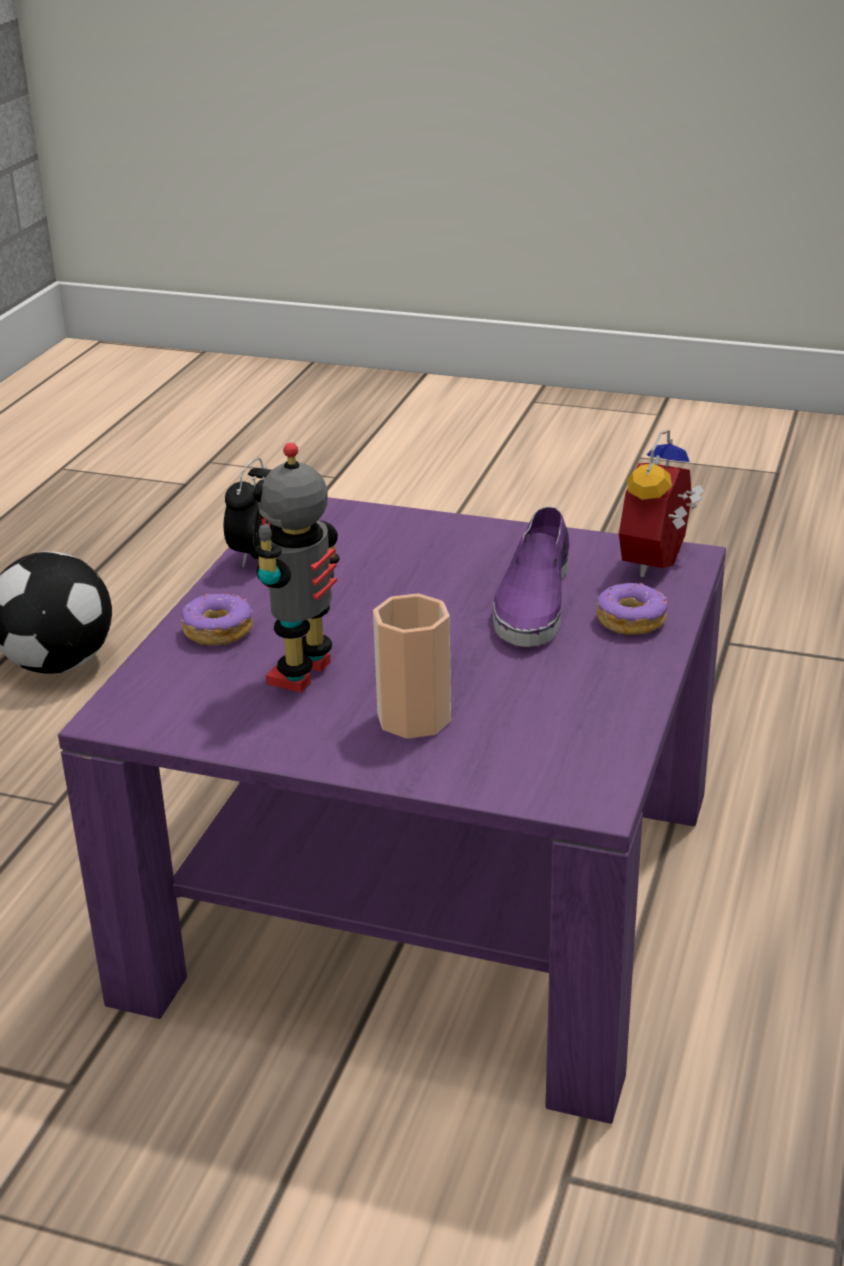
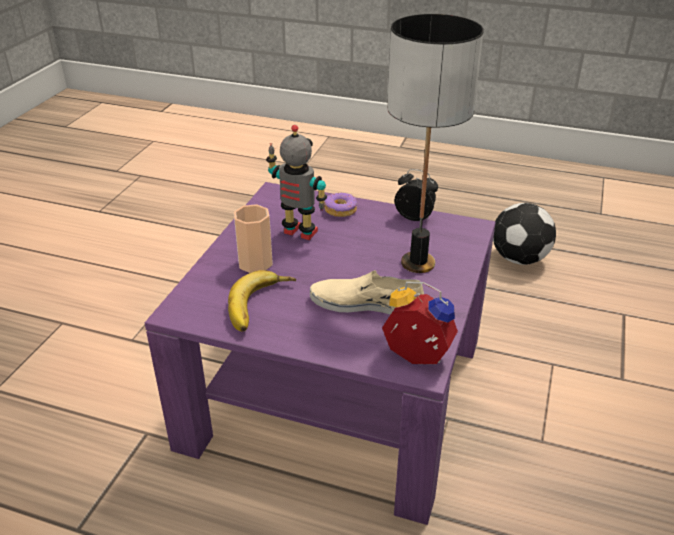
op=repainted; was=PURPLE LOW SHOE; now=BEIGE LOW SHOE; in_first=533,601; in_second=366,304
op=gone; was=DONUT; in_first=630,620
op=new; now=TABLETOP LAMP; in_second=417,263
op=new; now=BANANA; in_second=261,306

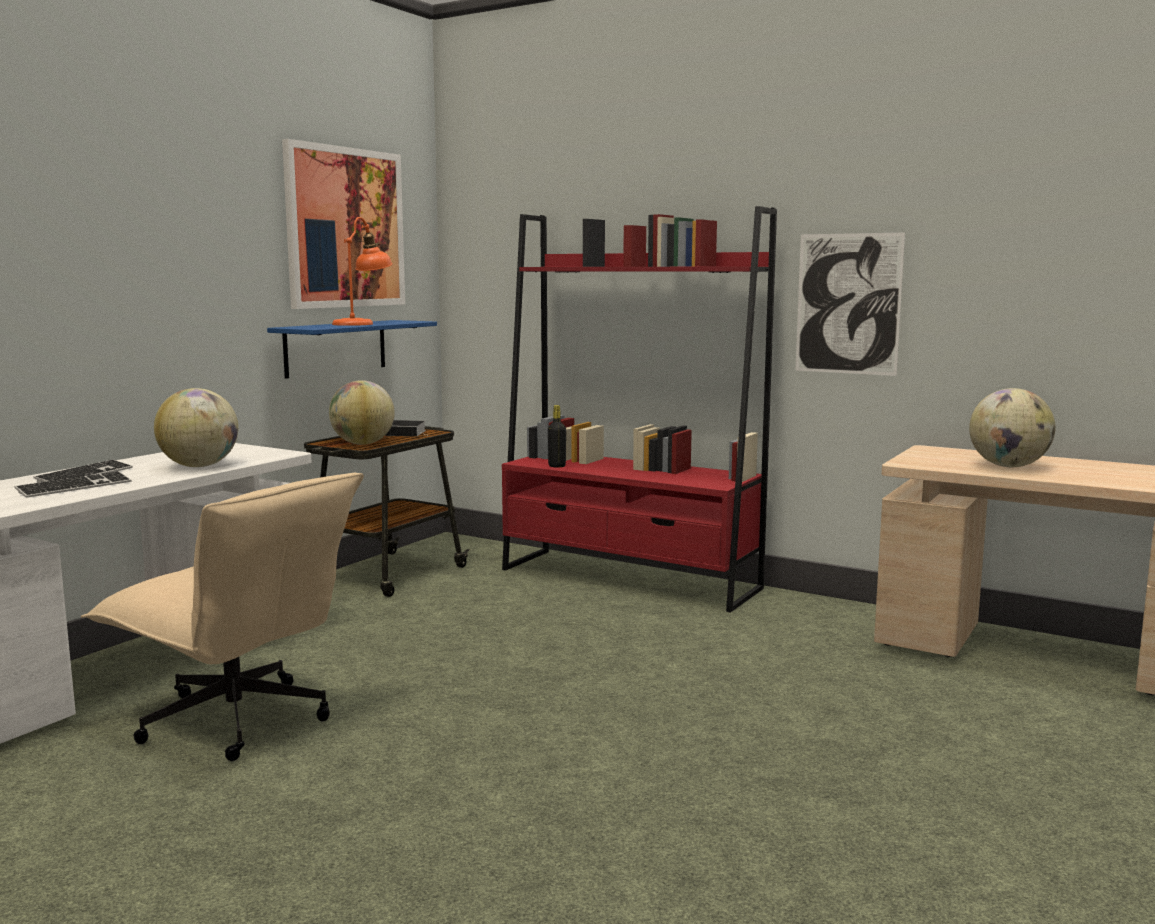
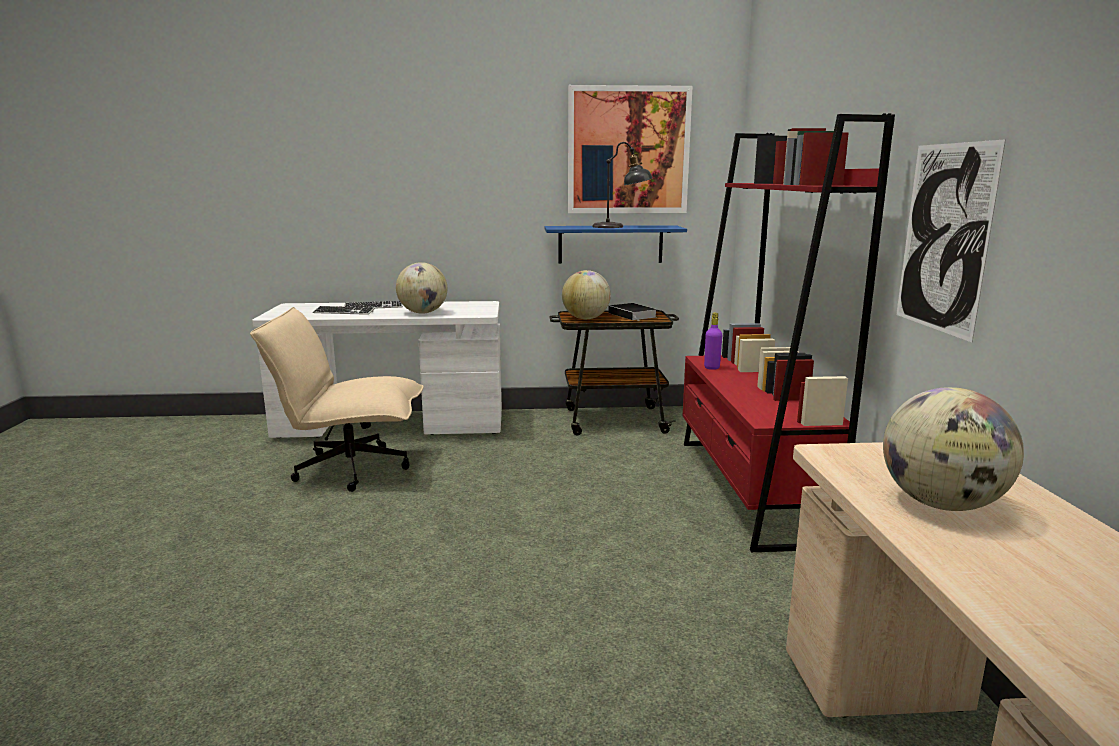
op=repainted; was=ORANGE-COLOURED TABLETOP LAMP; now=GREYISH TABLETOP LAMP; in_first=363,323; in_second=621,226
op=repainted; was=BLACK DRINK BOTTLE; now=PURPLE DRINK BOTTLE; in_first=557,466; in_second=711,367
op=rotated; was=BEIGE COMPUTER CHAIR; in_first=233,719; in_second=353,468; clockwise=90

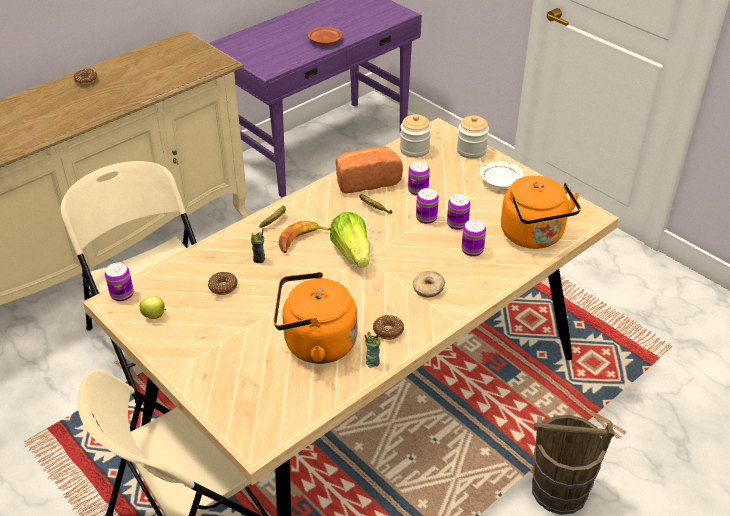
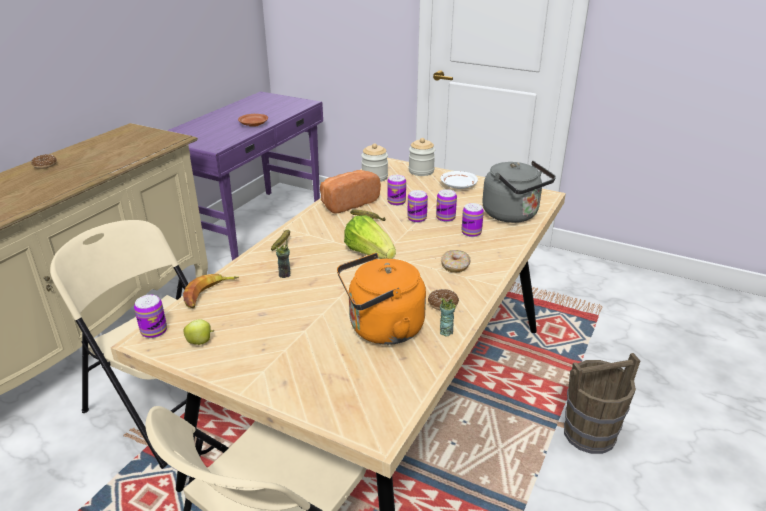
op=repainted; was=ORANGE-COLOURED WATER KETTLE; now=GREYISH WATER KETTLE; in_first=534,236; in_second=513,215
op=shifted; was=BANANA; in_first=302,240; in_second=209,294
op=gone; was=DONUT; in_first=223,287

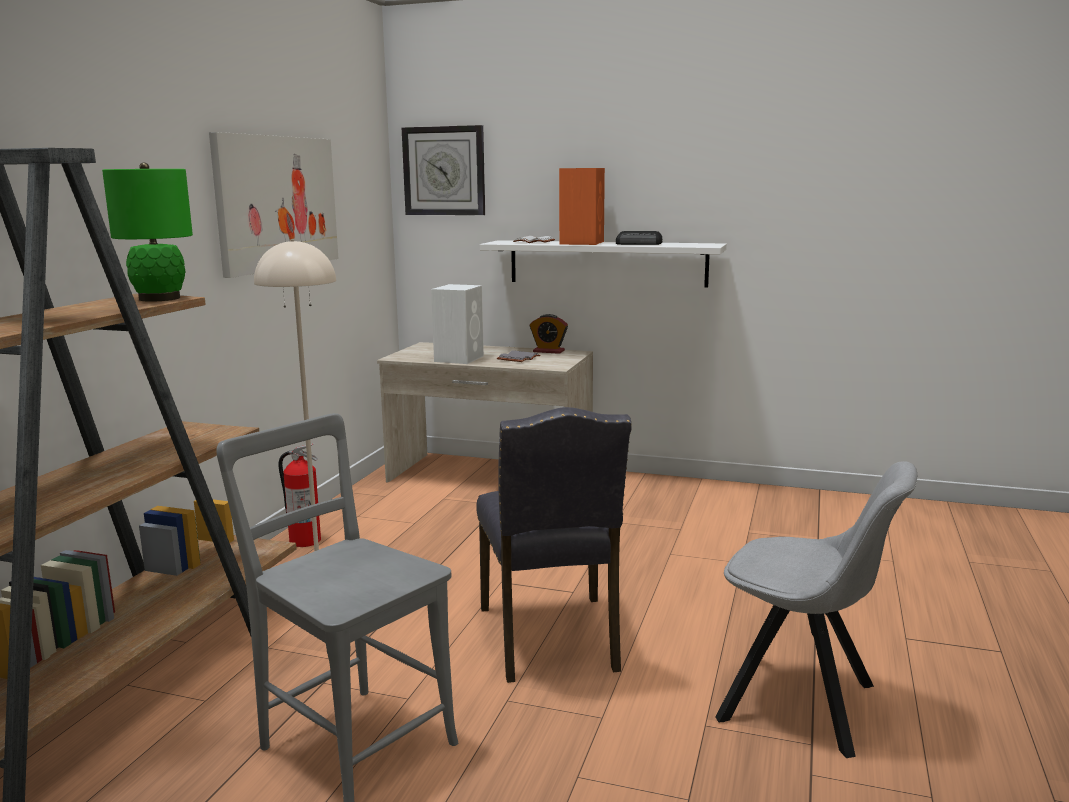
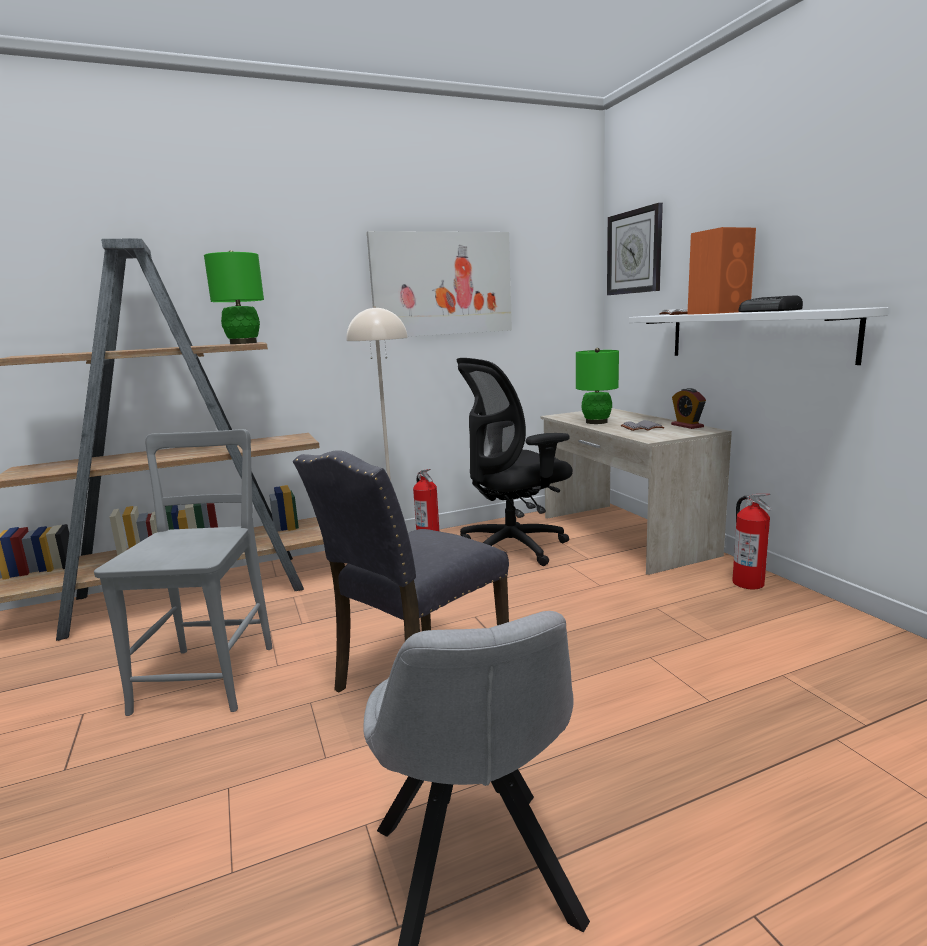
op=swapped; was=WHITISH LOUDSPEAKER; now=GREENISH TABLETOP LAMP; in_first=459,358; in_second=596,422
op=new; now=BLACK COMPUTER CHAIR; in_second=517,545
op=new; now=FIRE-FIGHTING CYLINDER; in_second=748,583

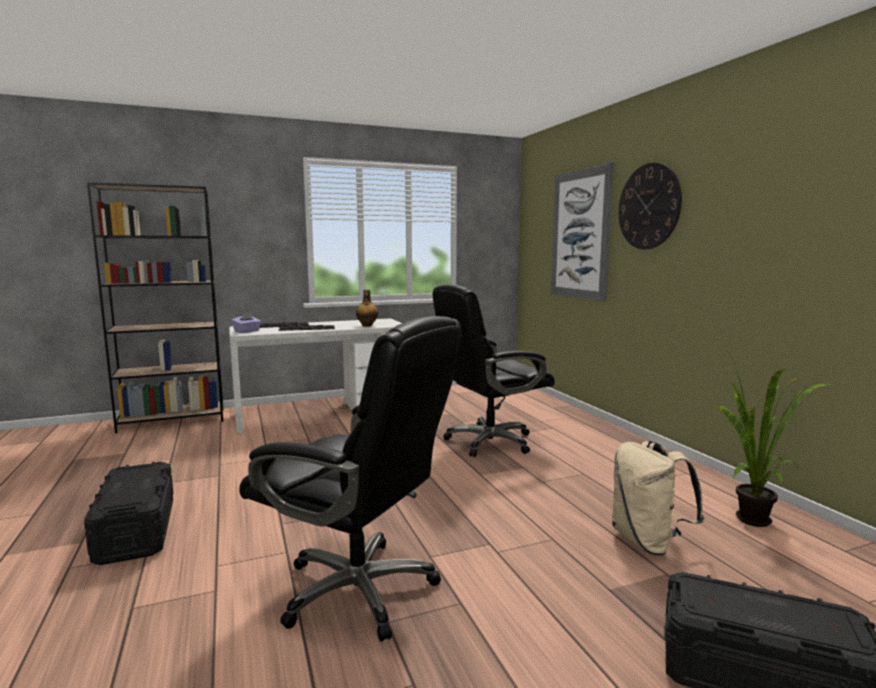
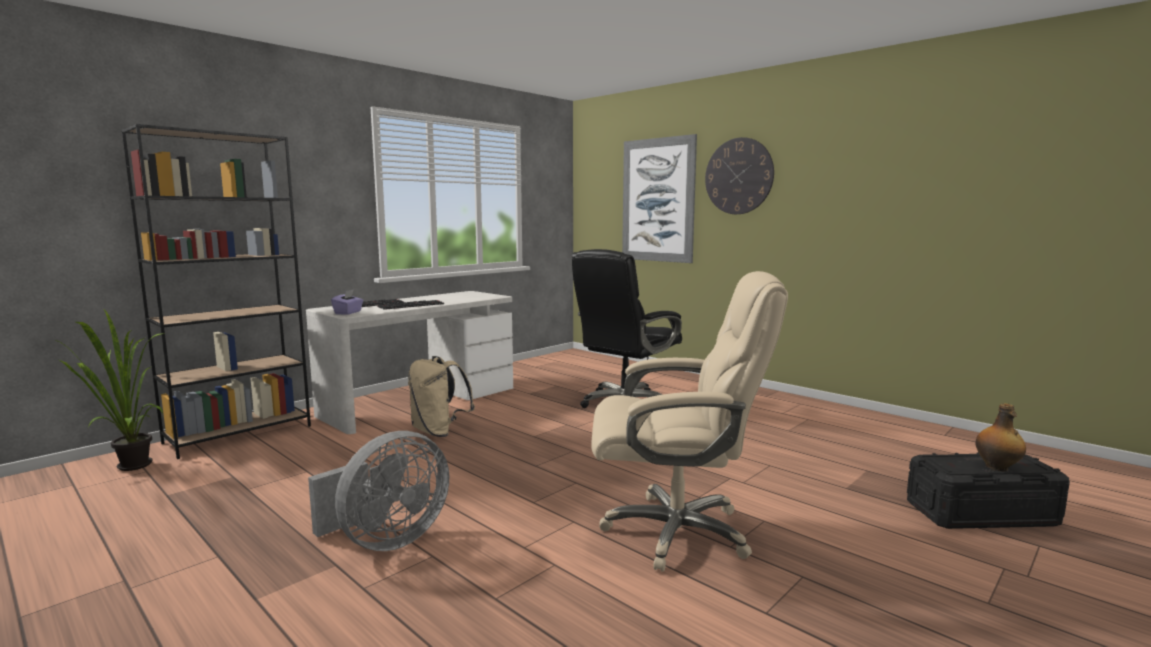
op=shifted; was=DRINK BOTTLE; in_first=367,325; in_second=997,467
op=repainted; was=BLACK COMPUTER CHAIR; now=BEIGE COMPUTER CHAIR; in_first=355,588; in_second=673,531
op=shifted; was=PLANT IN A POT; in_first=750,522; in_second=127,468
op=shifted; was=BEIGE RUCKSACK; in_first=648,542; in_second=439,432
op=swapped; was=BLACK STORAGE BIN; now=GREYISH FAN; in_first=137,530; in_second=386,540

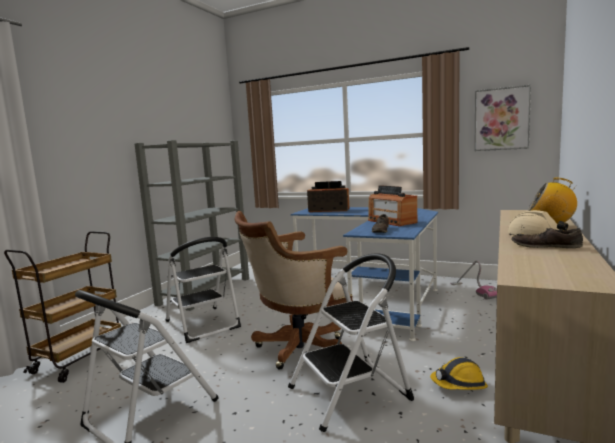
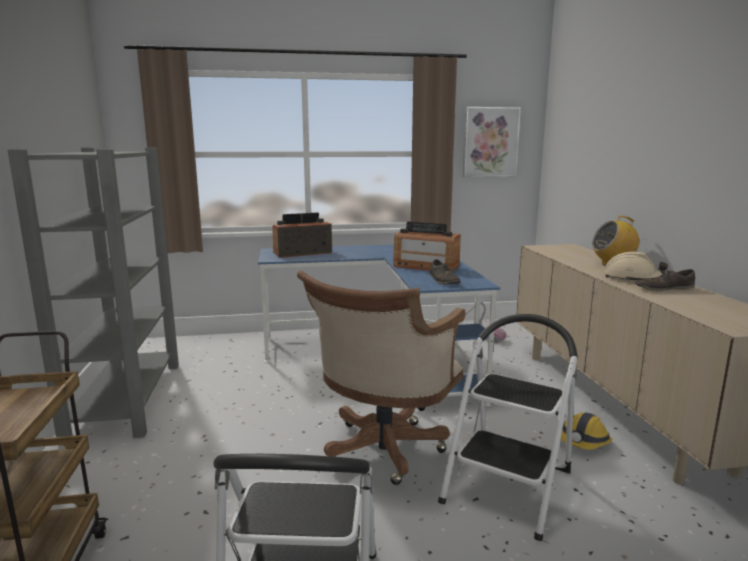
op=gone; was=STEPLADDER; in_first=203,325

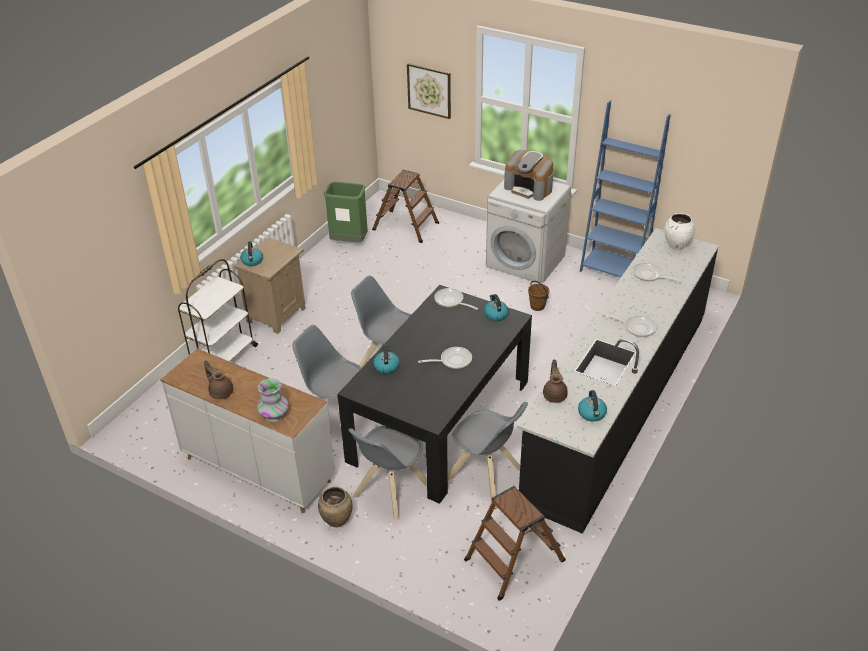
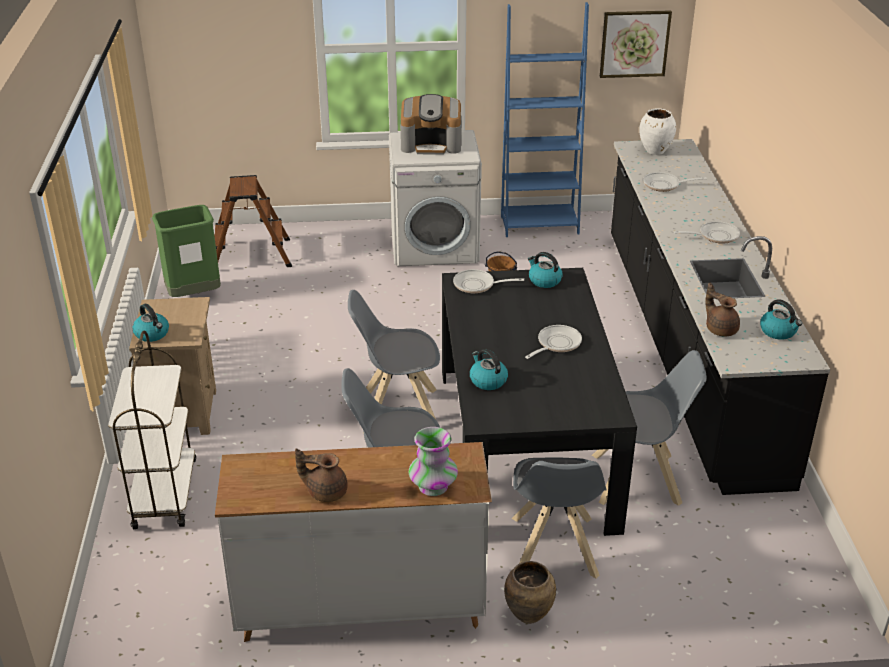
op=shifted; was=WALL ART; in_first=429,90; in_second=634,43
op=gone; was=BROWN-COLOURED STEPLADDER; in_first=514,560

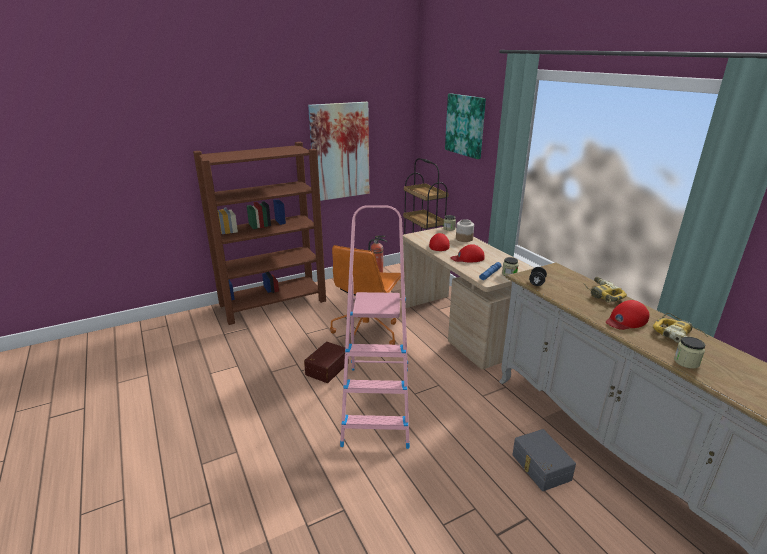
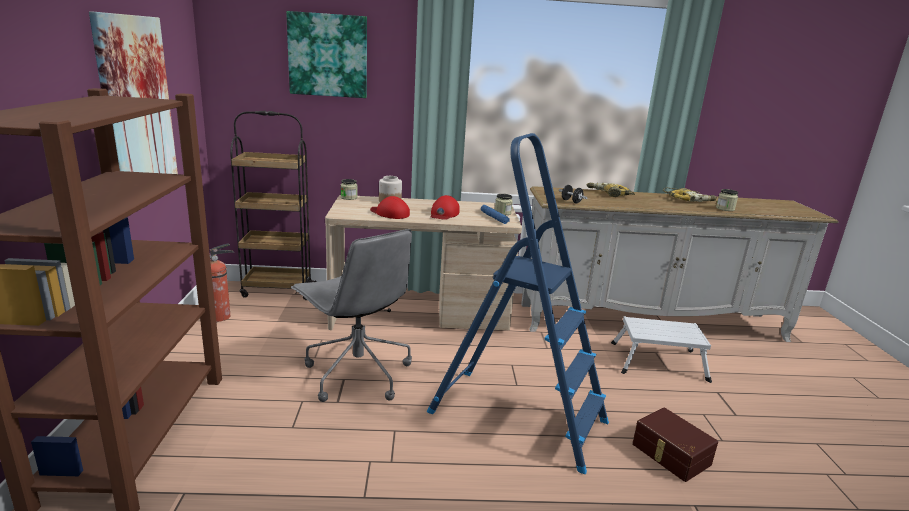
op=repainted; was=PINK STEPLADDER; now=BLUE-COLOURED STEPLADDER; in_first=377,404; in_second=519,417
op=repainted; was=ORANGE-COLOURED COMPUTER CHAIR; now=GREYISH COMPUTER CHAIR; in_first=367,332; in_second=355,372
op=gone; was=REDDISH BASEBALL CAP; in_first=626,320
op=shifted; was=BROWN-COLOURED STORAGE BIN; in_first=326,368; in_second=670,455
op=swapped; was=GREYISH STORAGE BIN; now=WHITISH STEPLADDER; in_first=540,467; in_second=659,361

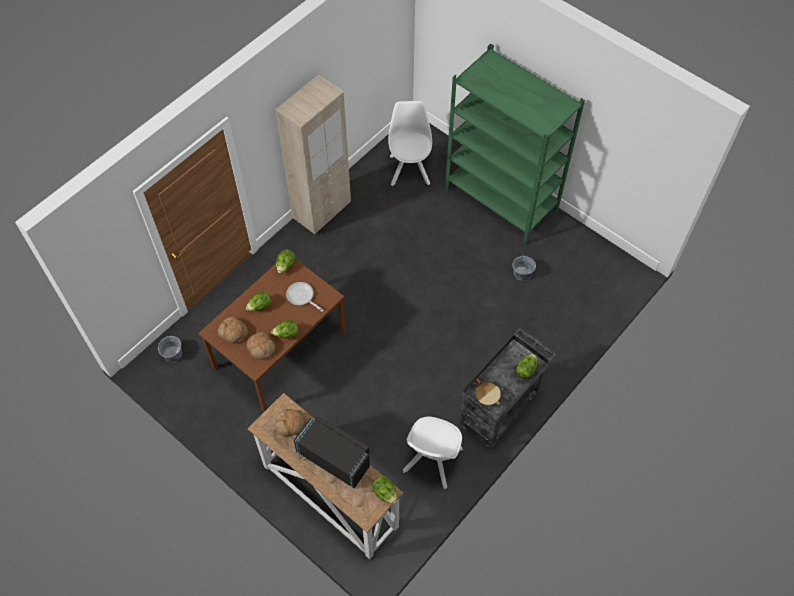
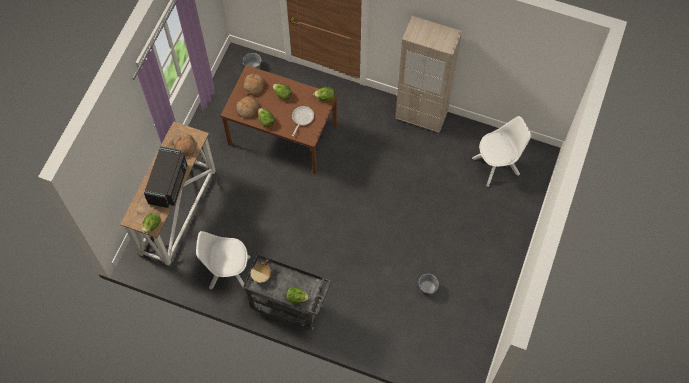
op=gone; was=GREENISH SHELVING UNIT; in_first=501,200

